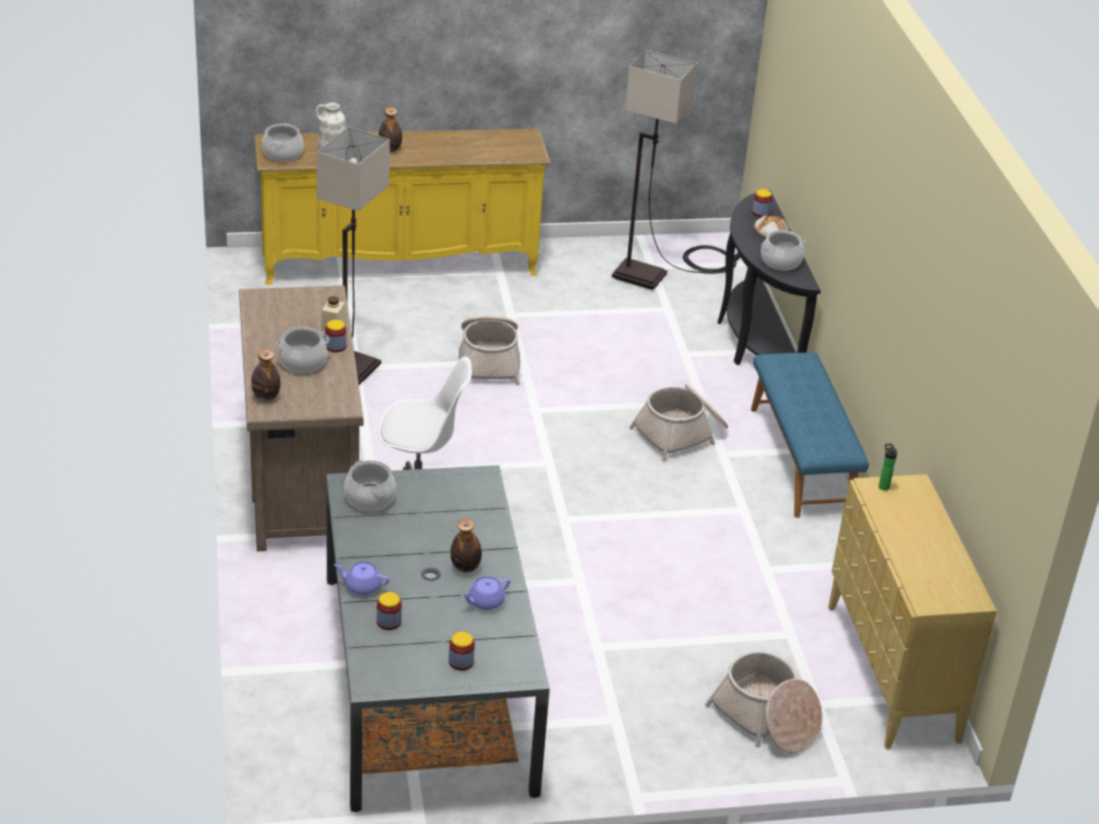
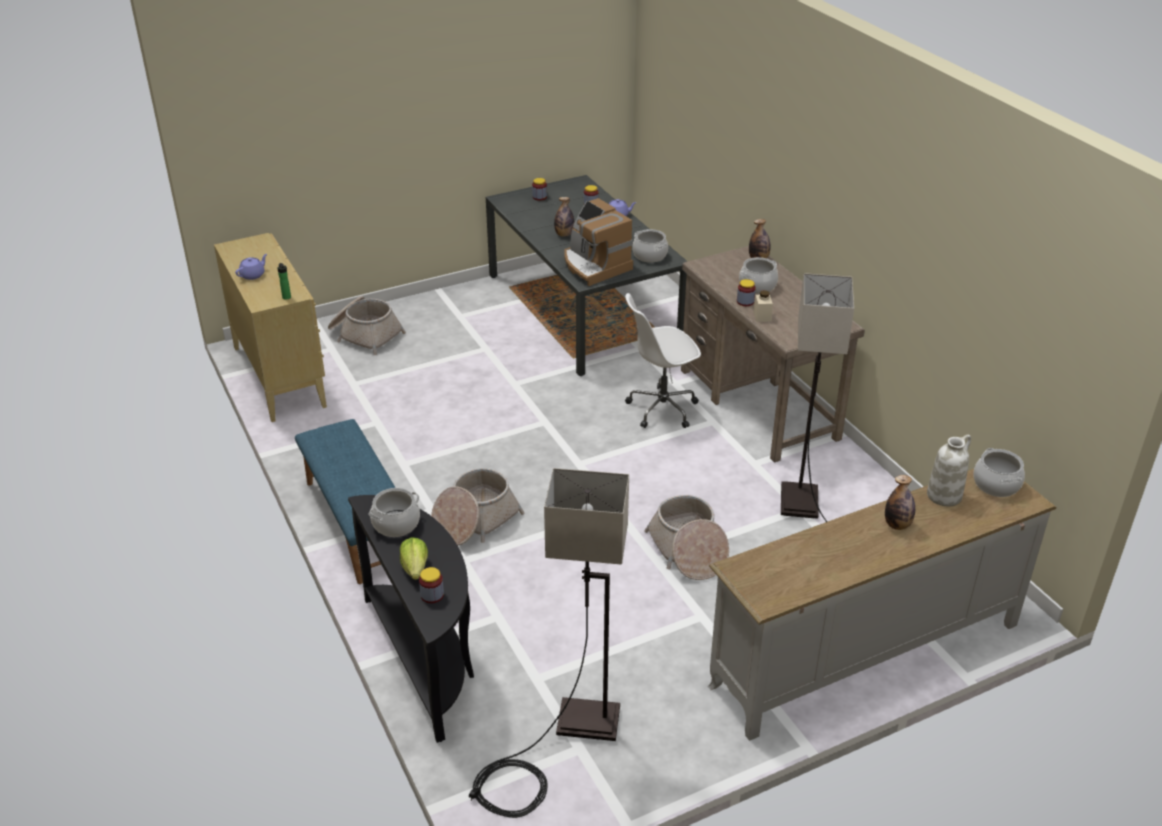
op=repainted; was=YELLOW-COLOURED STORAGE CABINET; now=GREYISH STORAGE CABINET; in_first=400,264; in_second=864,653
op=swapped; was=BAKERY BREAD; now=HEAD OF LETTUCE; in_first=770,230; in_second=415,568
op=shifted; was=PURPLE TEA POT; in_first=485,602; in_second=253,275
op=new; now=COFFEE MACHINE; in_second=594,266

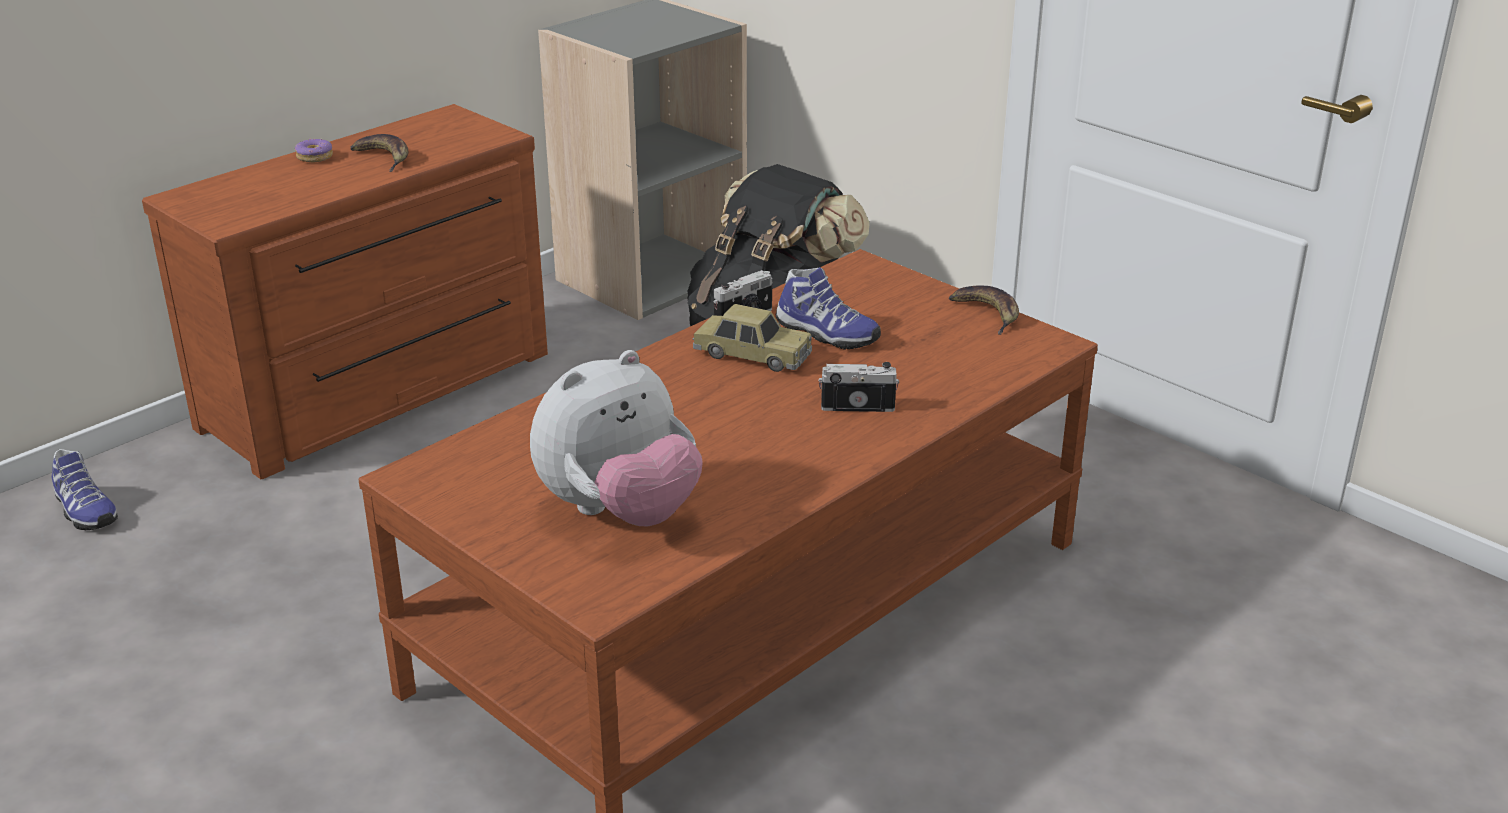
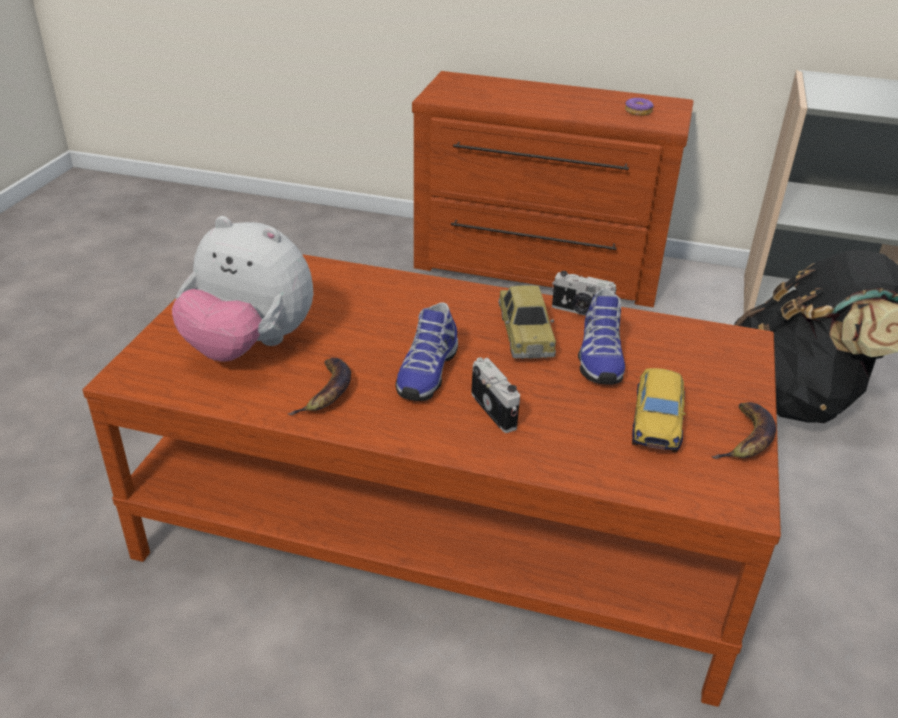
op=shifted; was=BANANA; in_first=383,157; in_second=326,392
op=shifted; was=DONUT; in_first=315,157; in_second=638,112
op=shifted; was=LOW SHOE; in_first=84,511; in_second=426,373
op=new; now=MINIATURE CAR; in_second=656,422

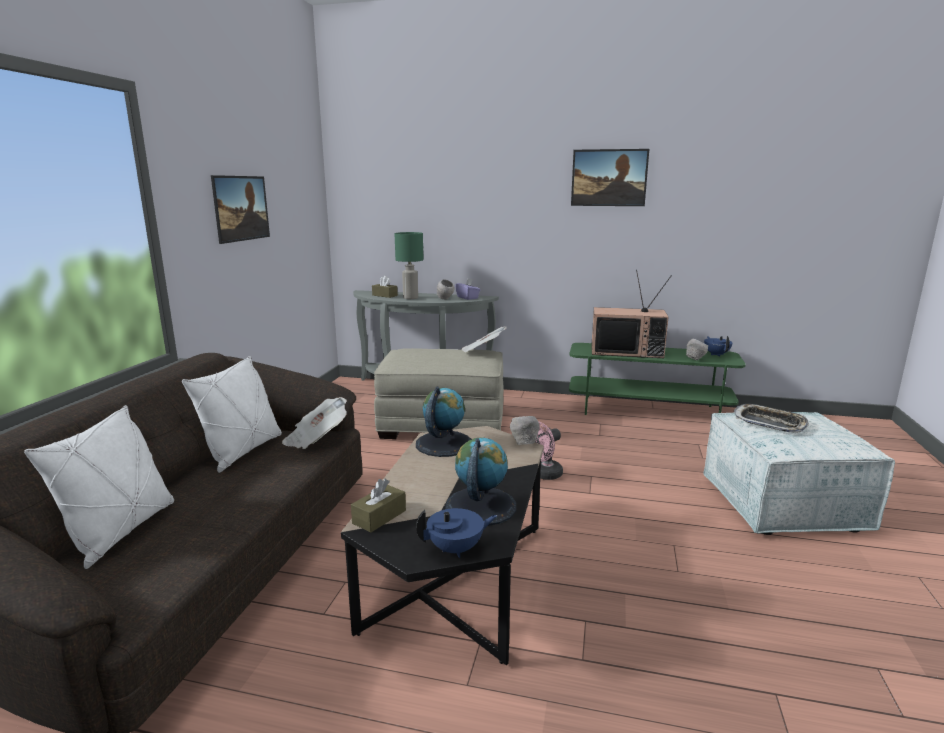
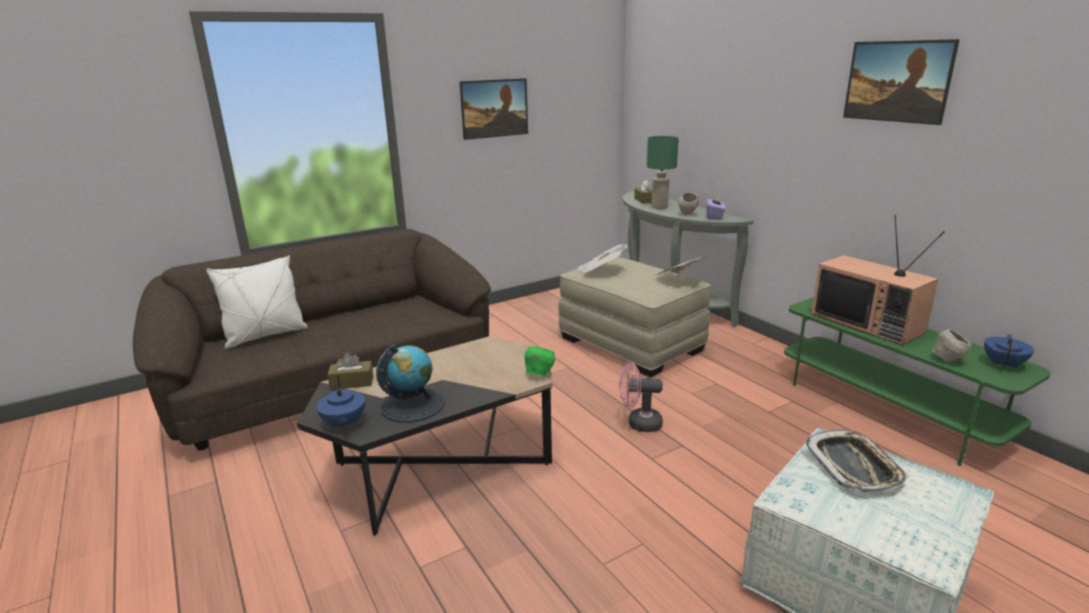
op=gone; was=WHITISH PILLOW; in_first=243,451
op=gone; was=WORLD GLOBE; in_first=444,444
op=shifted; was=DAILY PAPER; in_first=316,439; in_second=601,271
op=repainted; was=GREYISH DEEP DISH; now=GREENISH DEEP DISH; in_first=524,444; in_second=539,375
op=rotated; was=BLUE-COLOURED TEA POT; in_first=456,549; in_second=344,424; clockwise=45

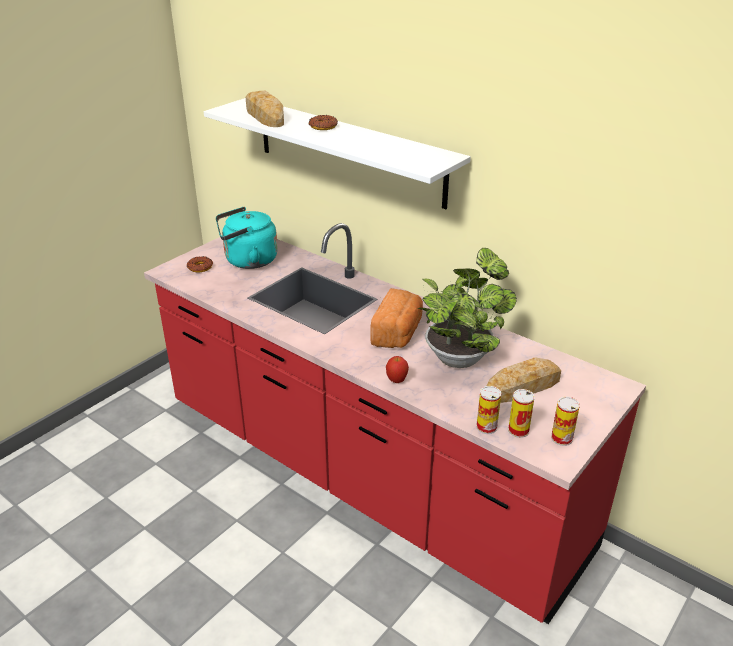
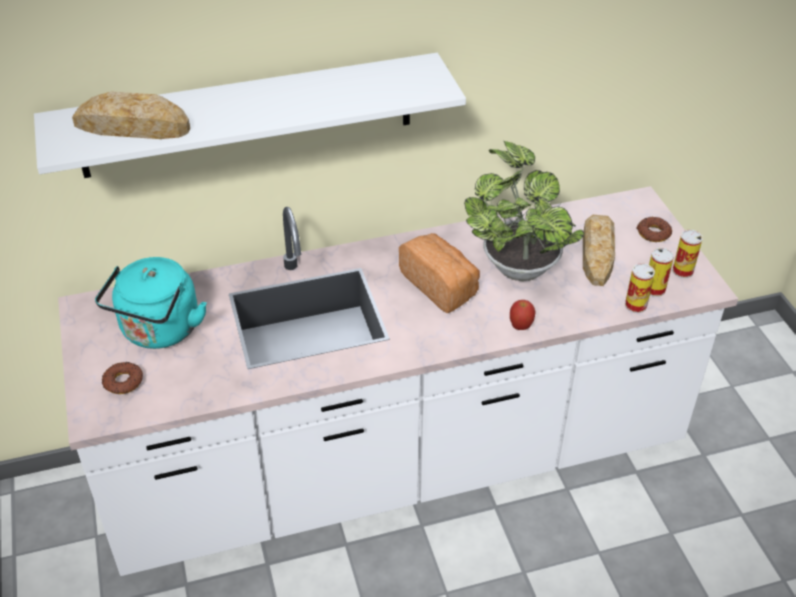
op=shifted; was=DONUT; in_first=323,126; in_second=653,233
op=repainted; was=REDDISH KITCHEN COUNTER; now=WHITISH KITCHEN COUNTER; in_first=366,475; in_second=398,463

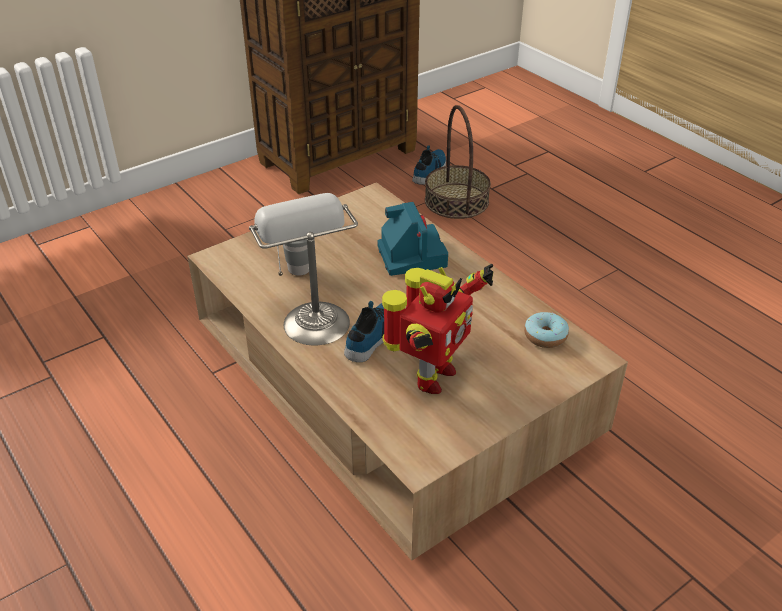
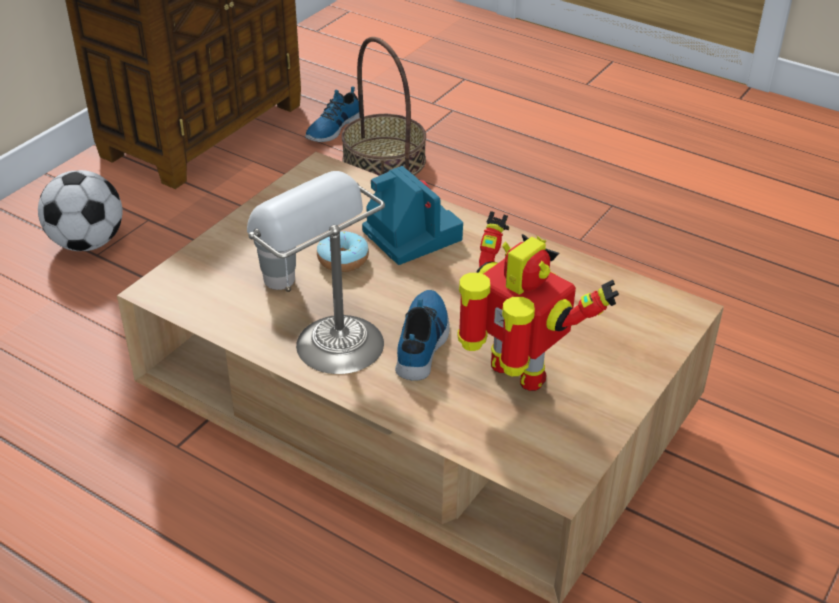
op=rotated; was=LOW SHOE; in_first=430,170; in_second=332,128; clockwise=-150
op=rotated; was=TOY ROBOT; in_first=431,377; in_second=516,377; clockwise=-60
op=shifted; was=DONUT; in_first=545,336; in_second=343,260
op=new; now=FOOTBALL; in_second=88,243

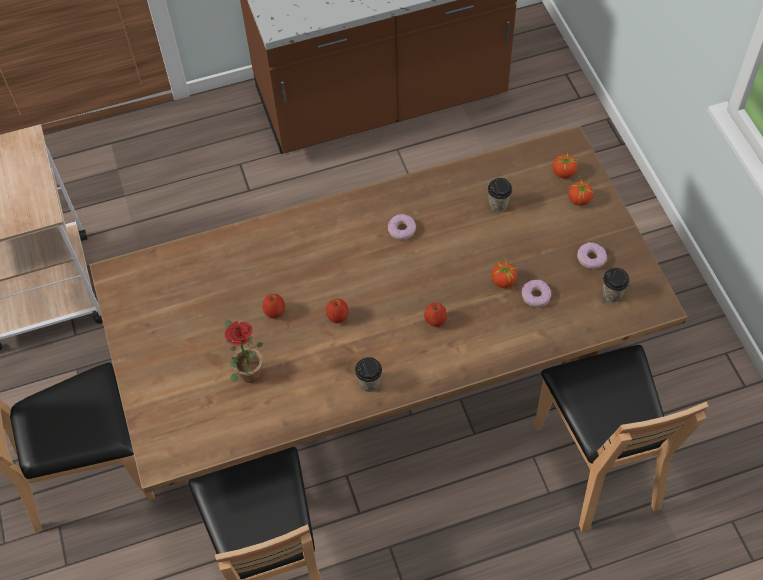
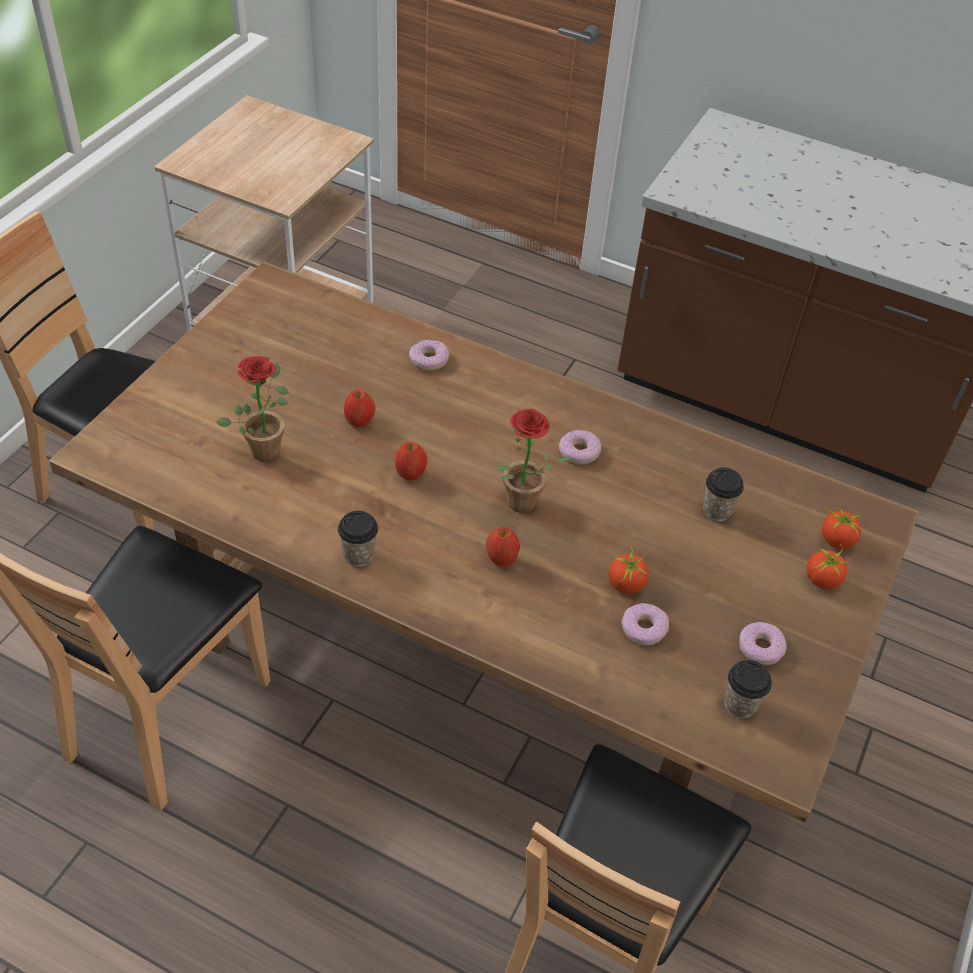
op=new; now=DONUT; in_second=429,360
op=new; now=PLANT IN A POT; in_second=521,507

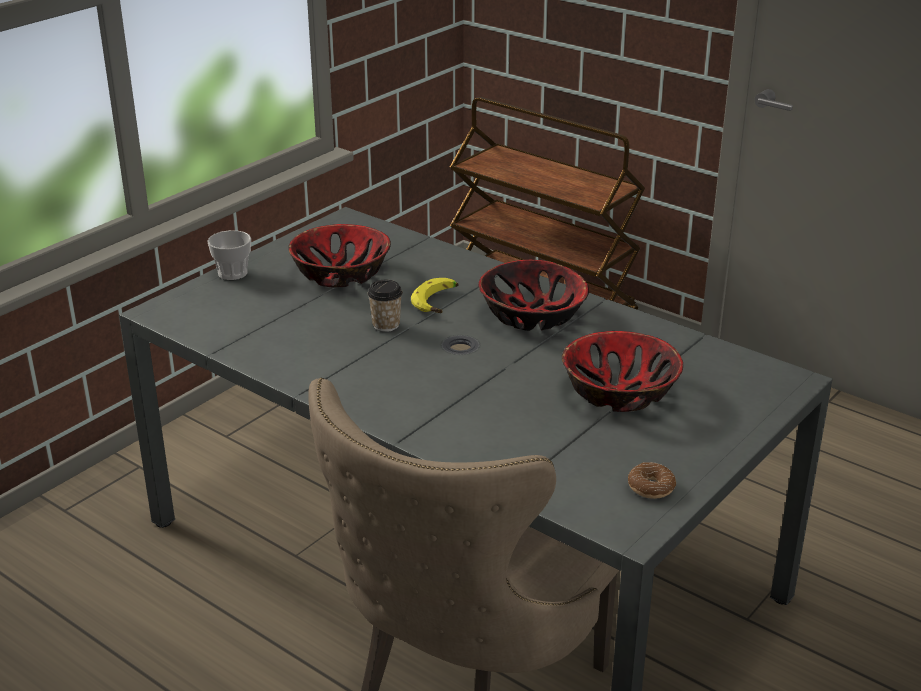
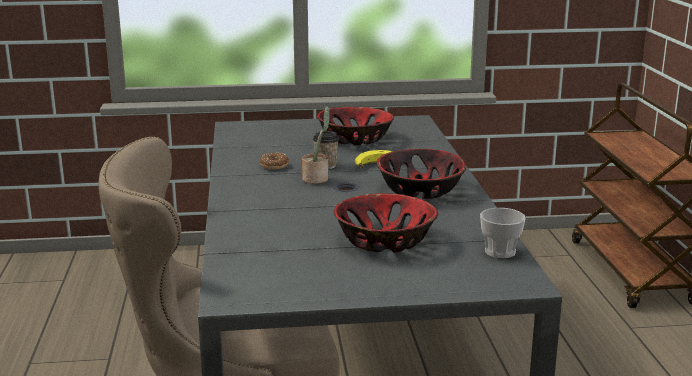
op=shifted; was=SMALL CUP; in_first=232,273; in_second=500,252
op=shifted; was=DONUT; in_first=651,487; in_second=274,166
op=new; now=PLANT IN A POT; in_second=317,179

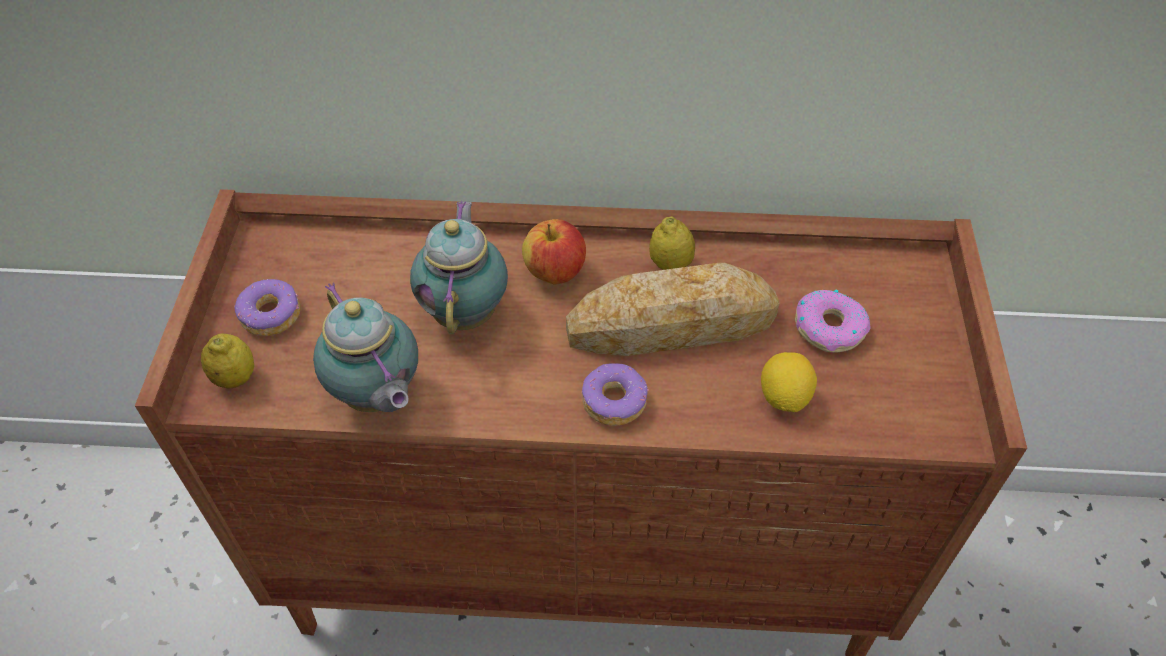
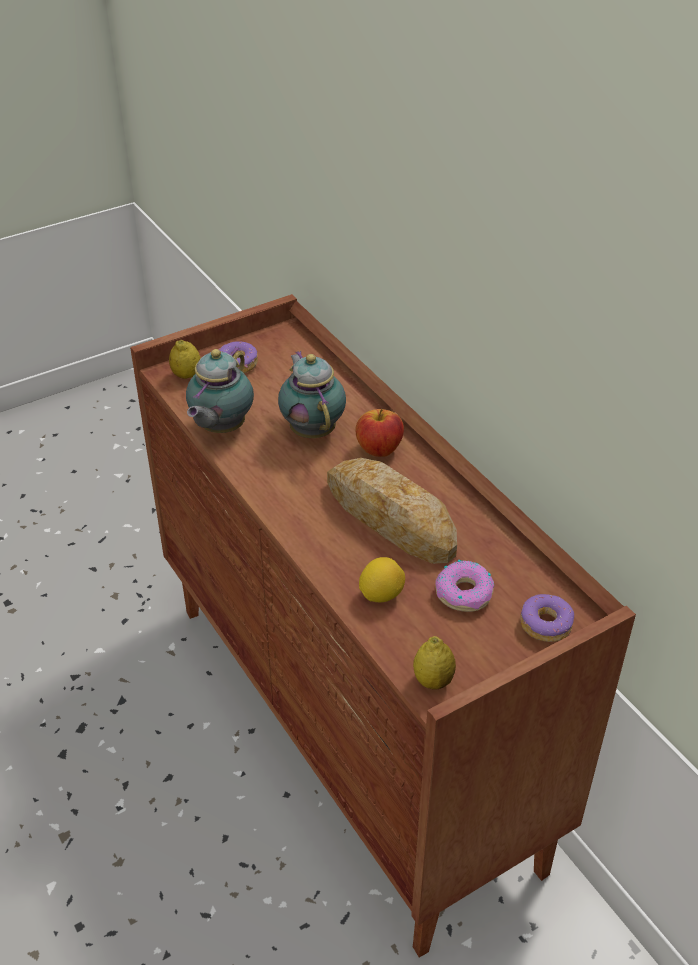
op=rotated; was=TEA POT; in_first=466,310; in_second=312,429; clockwise=-75
op=shifted; was=CITRUS FRUIT; in_first=670,264; in_second=433,680
op=shifted; was=DONUT; in_first=614,401; in_second=546,624

